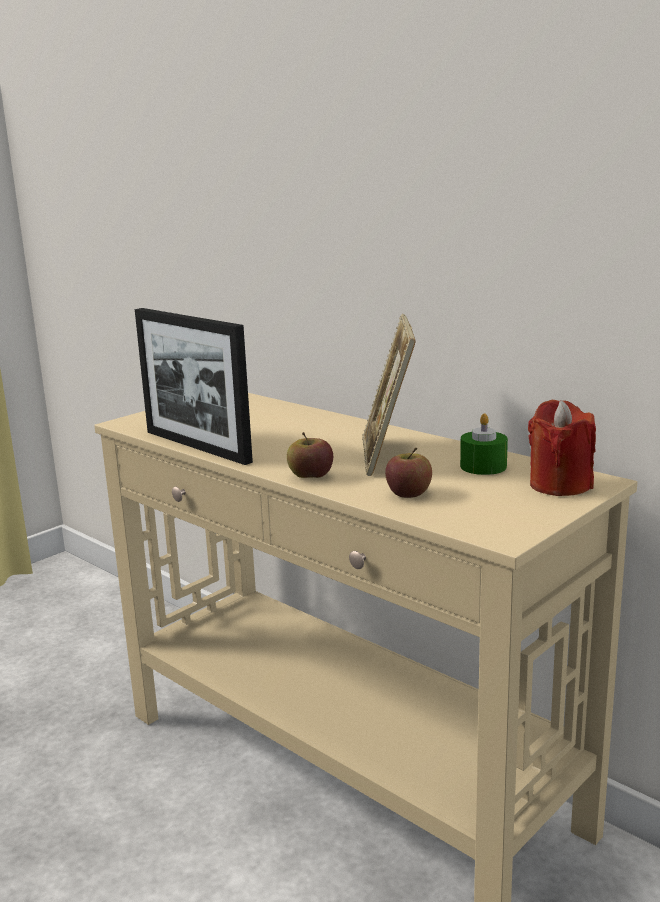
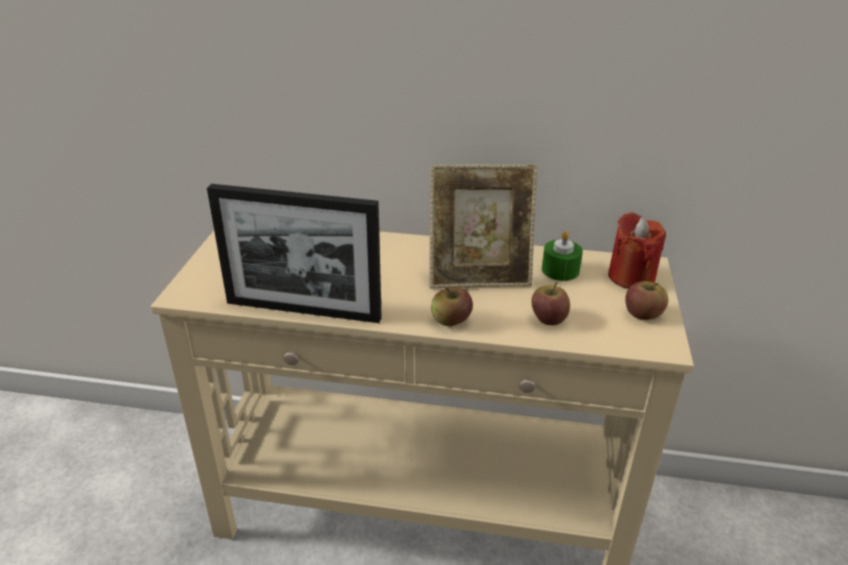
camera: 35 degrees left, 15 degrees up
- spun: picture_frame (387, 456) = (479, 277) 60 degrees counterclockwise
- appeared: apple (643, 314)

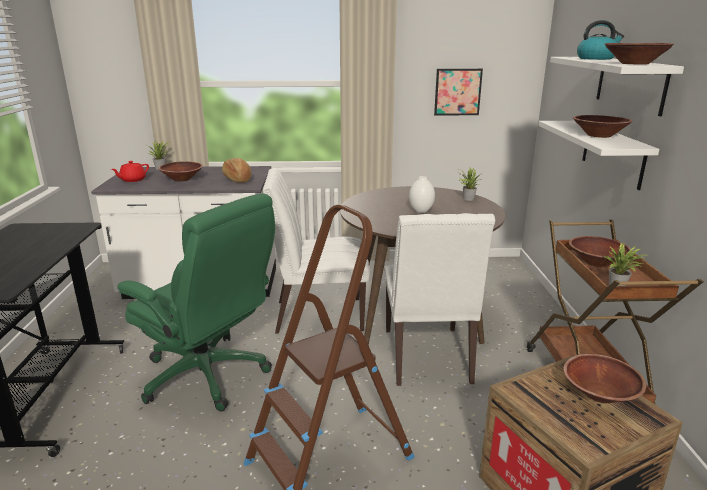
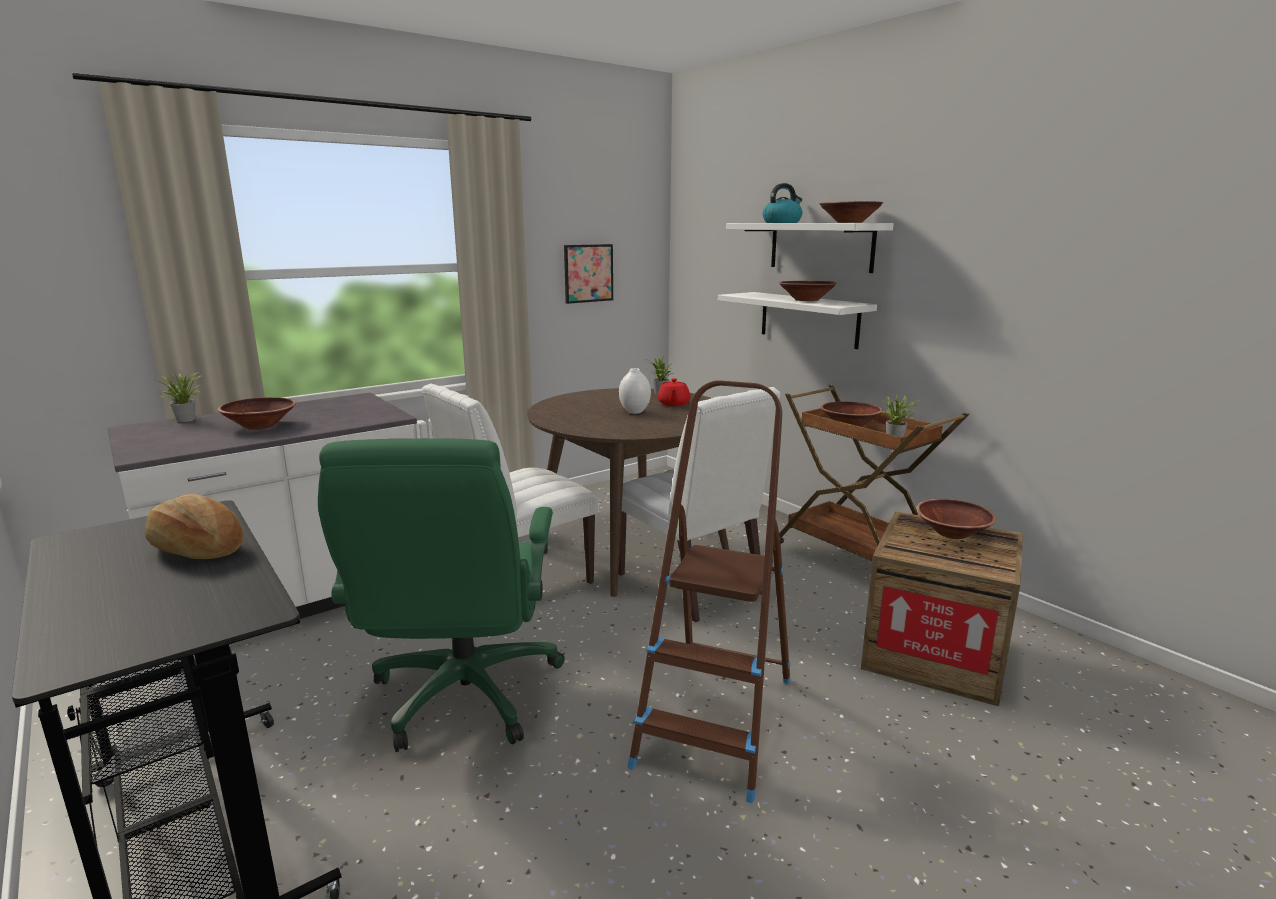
camera: 35 degrees left, 5 degrees down
- relocated: bread (237, 179) to (197, 549)
- spun: green_office_chair (210, 378) = (461, 701) 90 degrees clockwise
- relocated: red_teapot (132, 180) to (673, 404)

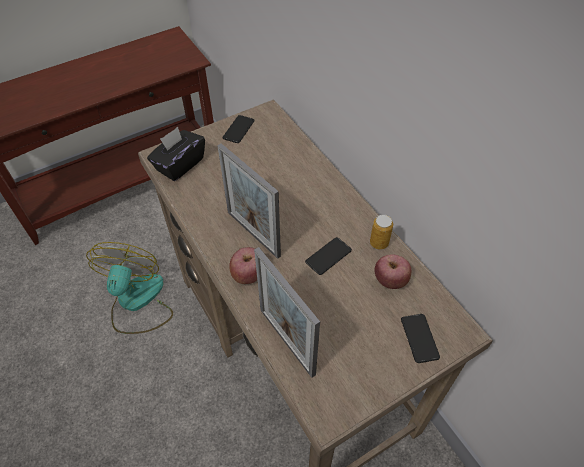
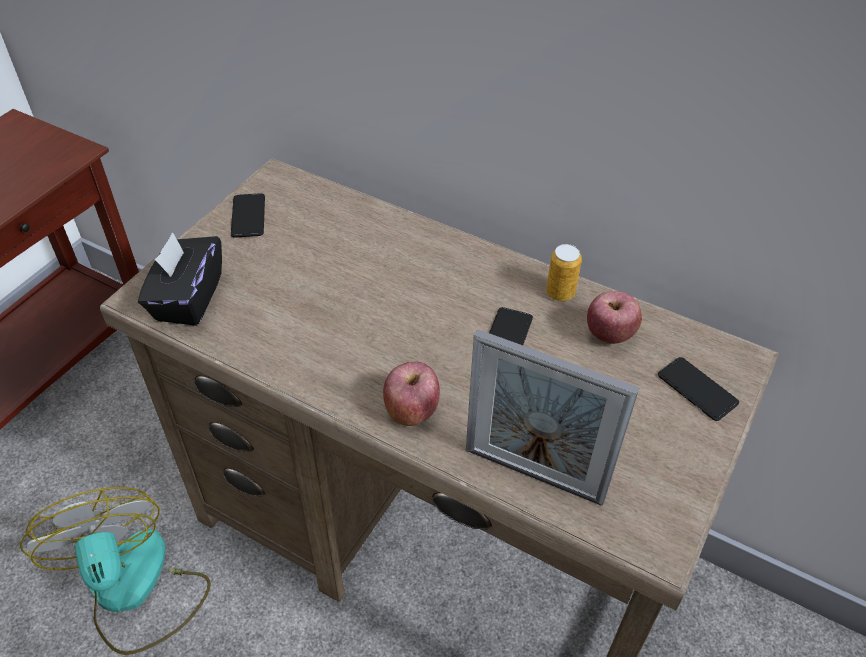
camera: 30 degrees left, 5 degrees down
- missing: picture_frame (253, 234)

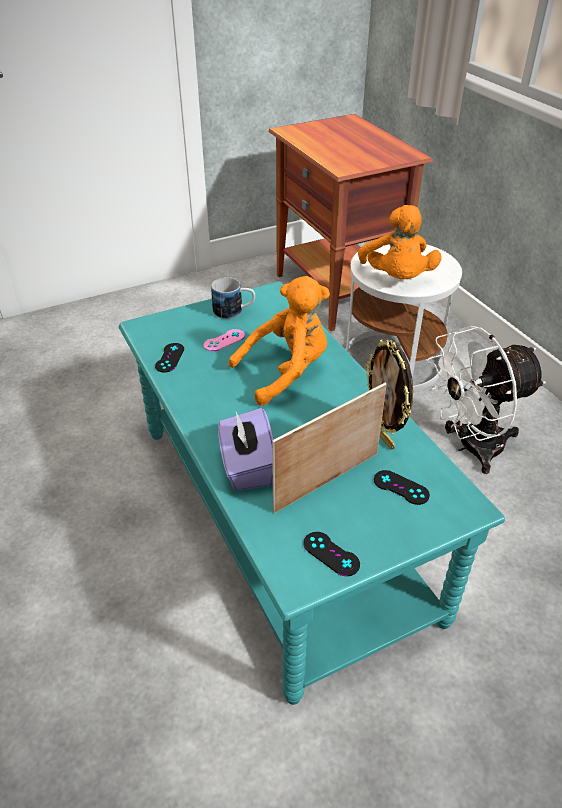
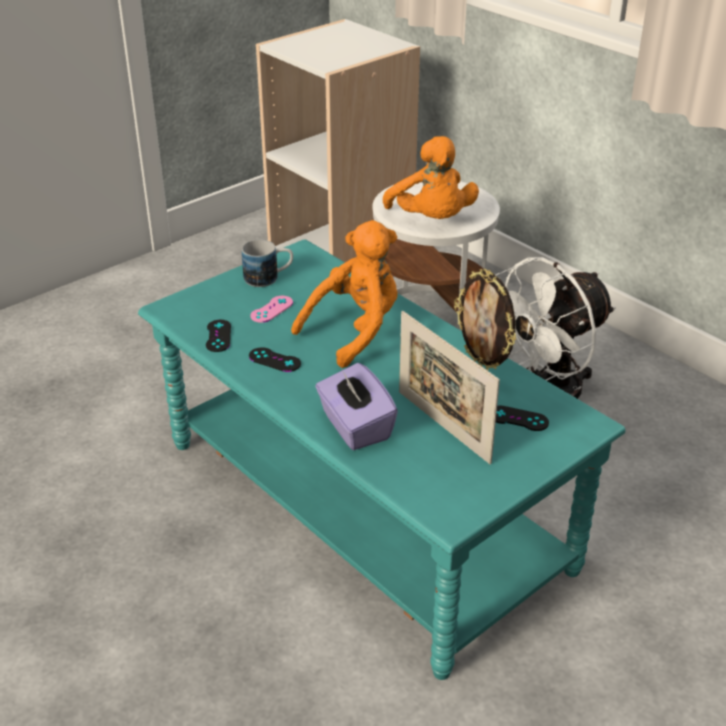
camera: 15 degrees left, 5 degrees down
- relocated: black_game_controller (331, 554) to (274, 360)
- exchanged: nightstand (339, 292) to bookcase (341, 252)
- spun: picture_frame (327, 481) = (443, 426) 75 degrees counterclockwise

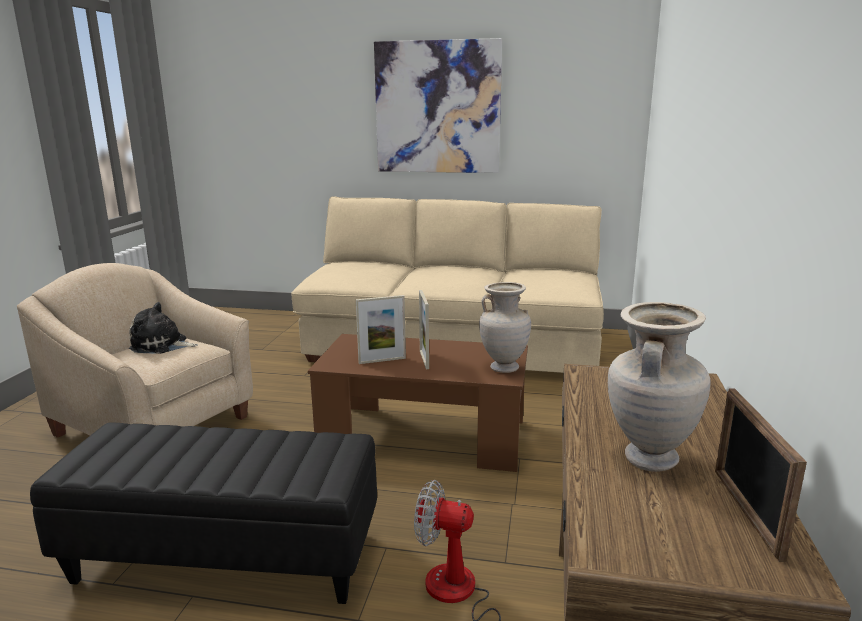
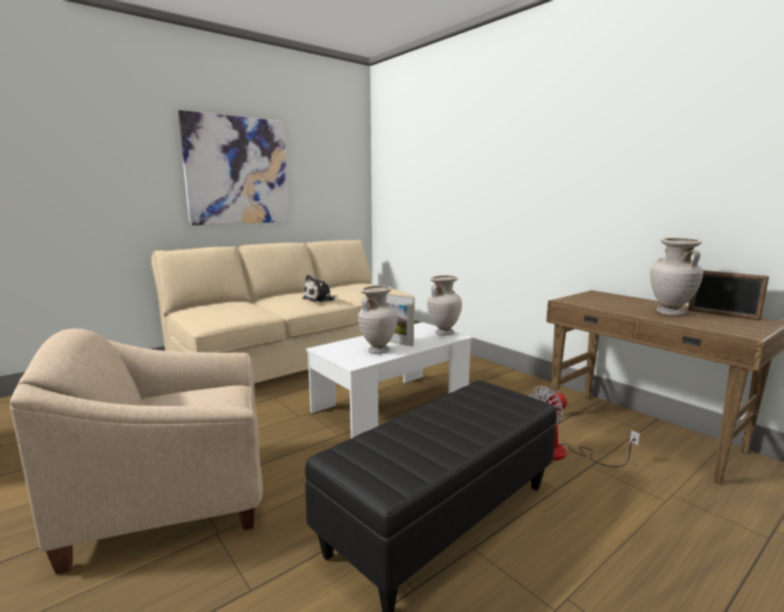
camera: 50 degrees left, 5 degrees down
- relocated: plush_toy (161, 345) to (320, 299)
- colour: brown_coffee_table (423, 436) to white_coffee_table (392, 404)
- exchanged: picture_frame (382, 360) to beige_vase (377, 351)

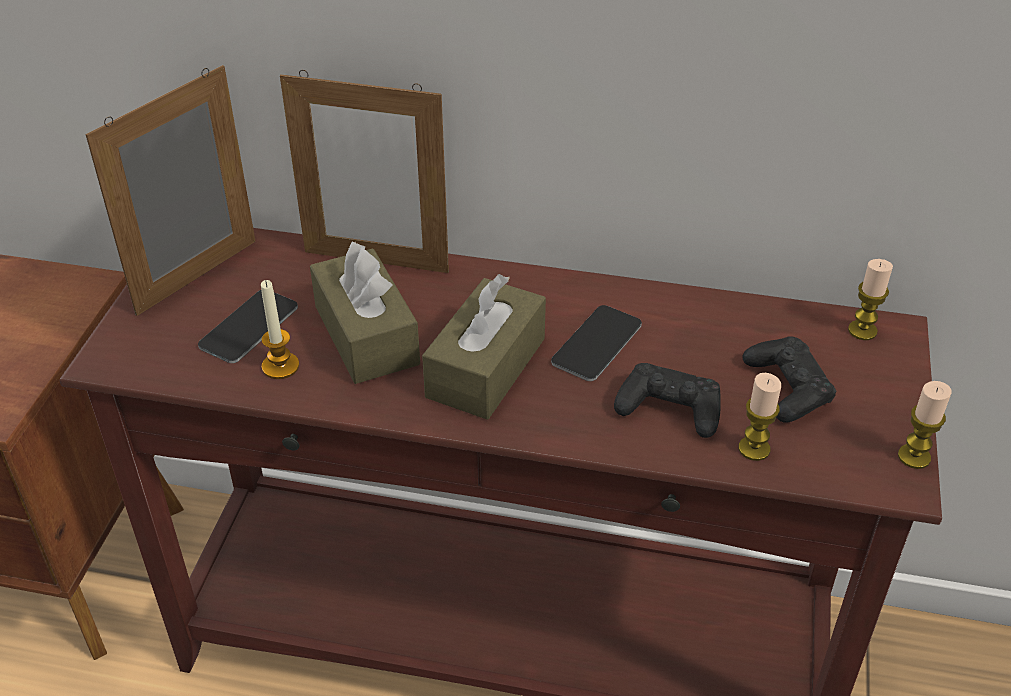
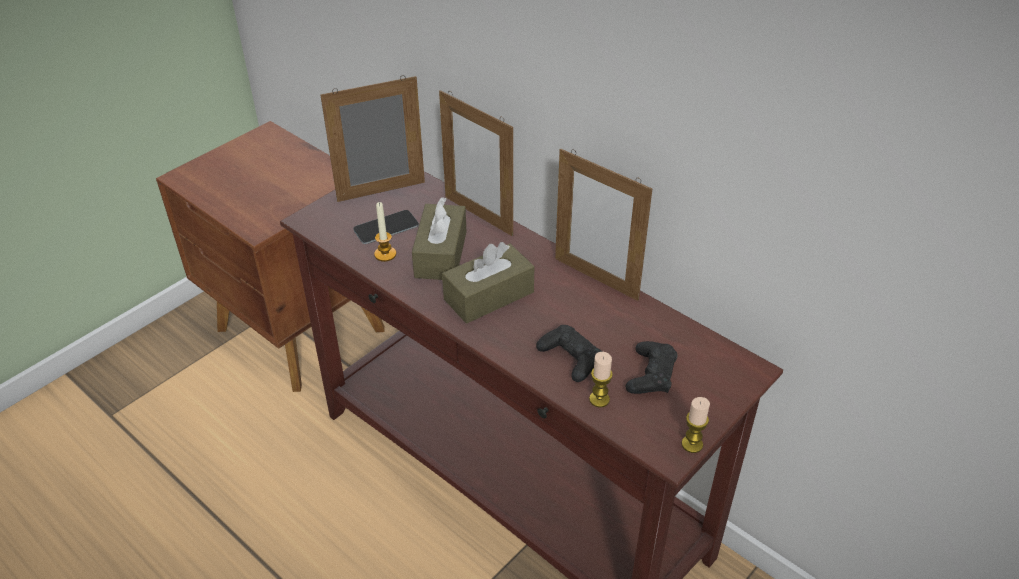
camera: 30 degrees right, 0 degrees up
- appeared: picture_frame (596, 278)
- missing: phone (597, 343)
- missing: candle (862, 330)

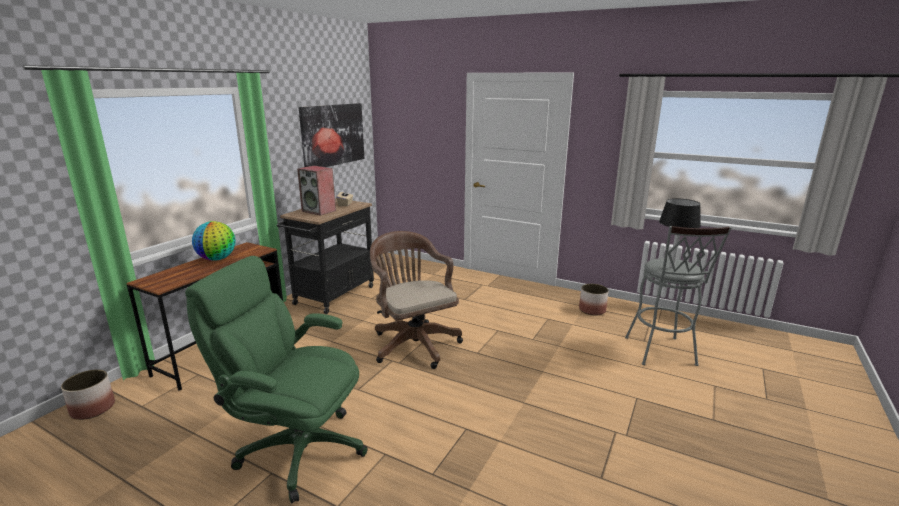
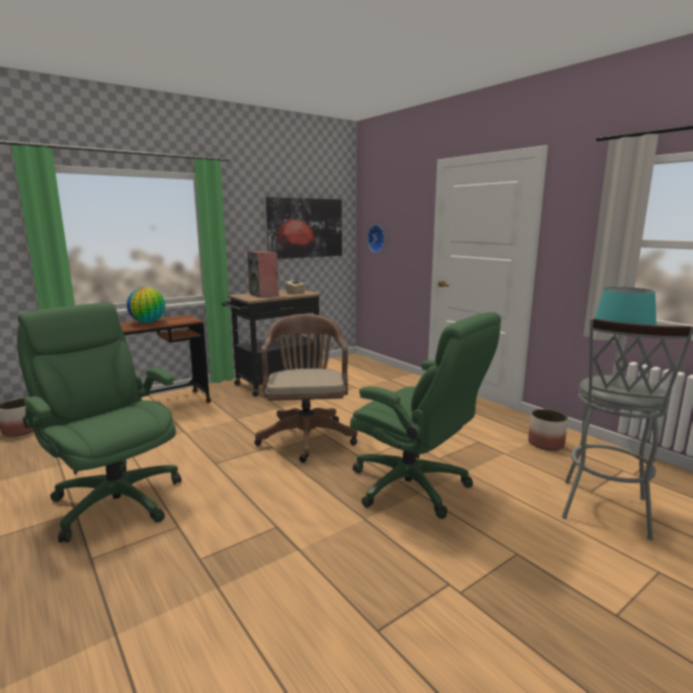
camera: 25 degrees right, 5 degrees down
- appeared: green_office_chair (416, 489)
- appeared: wall_clock (377, 238)
- colour: black_table_lamp (671, 267) to turquoise_table_lamp (614, 385)

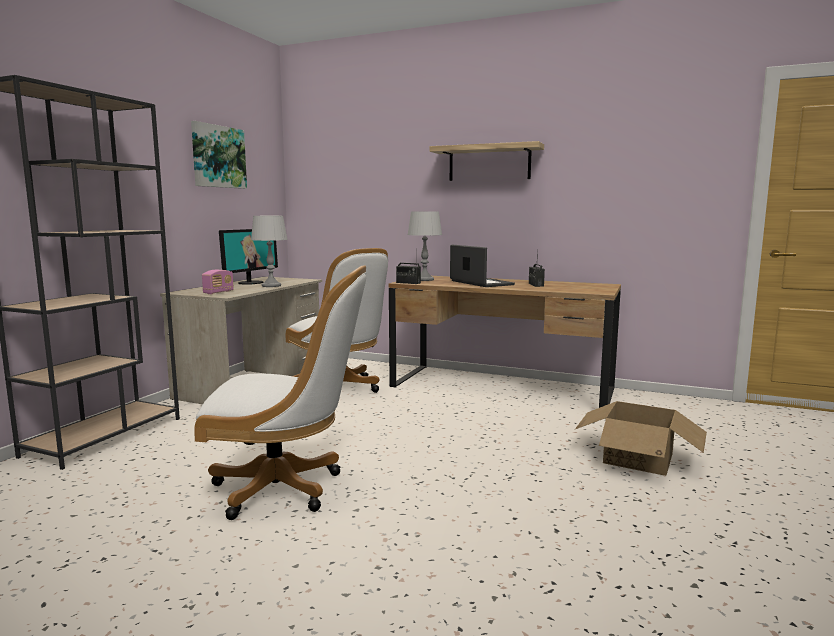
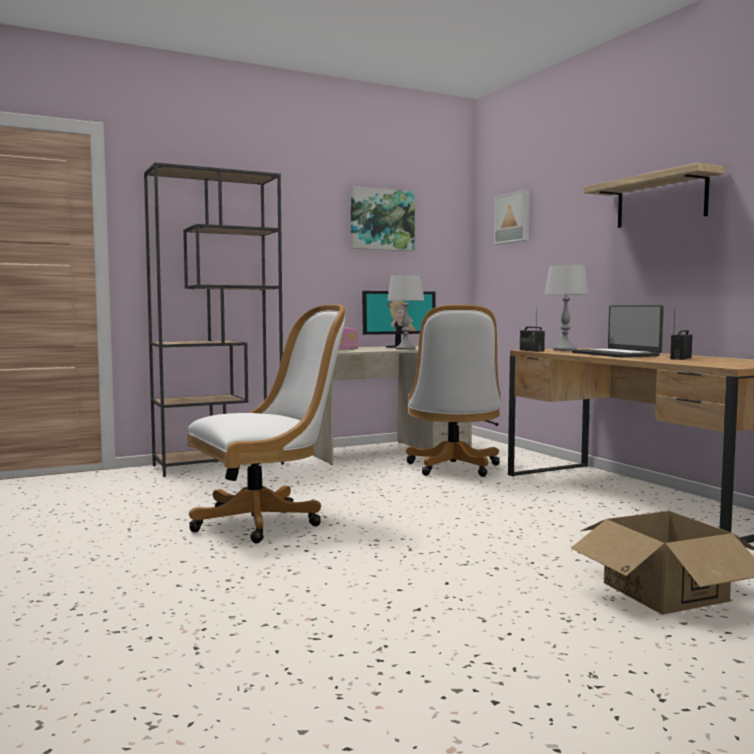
camera: 40 degrees right, 5 degrees down
- spun: white_office_chair (289, 489) = (267, 521) 75 degrees counterclockwise
- appeared: picture (513, 218)
- spun: laptop (480, 283) = (616, 354) 150 degrees clockwise

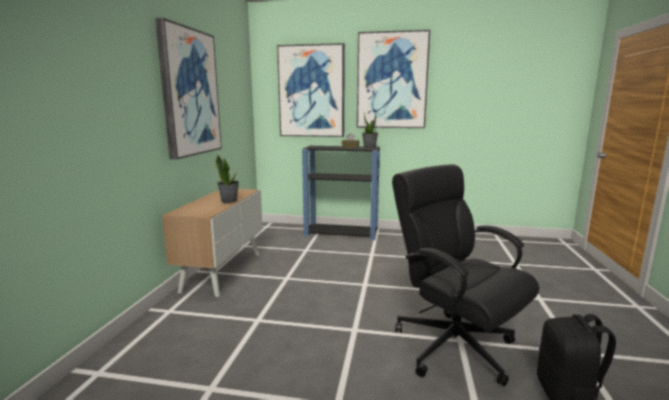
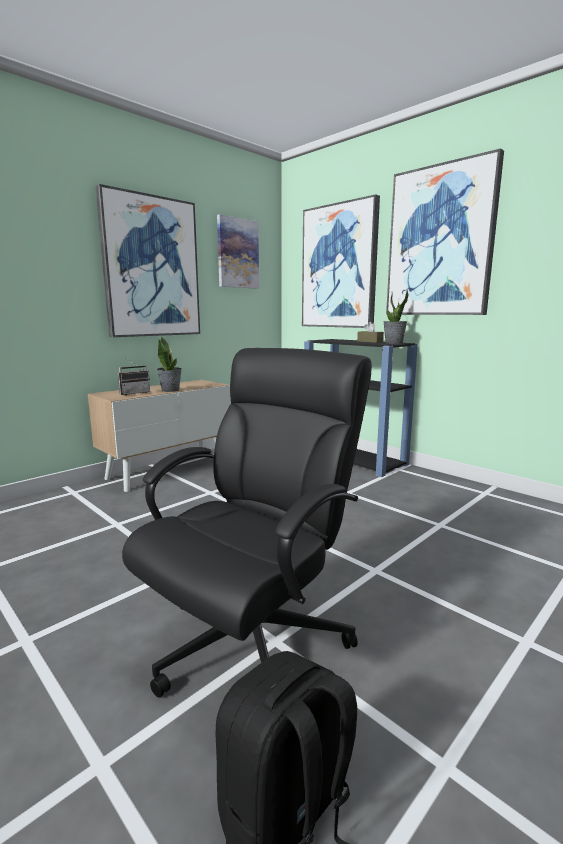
camera: 35 degrees right, 0 degrees up
- appeared: radio (134, 393)
- spun: black_office_chair (454, 347) = (251, 646) 45 degrees clockwise
- appeared: picture (237, 253)

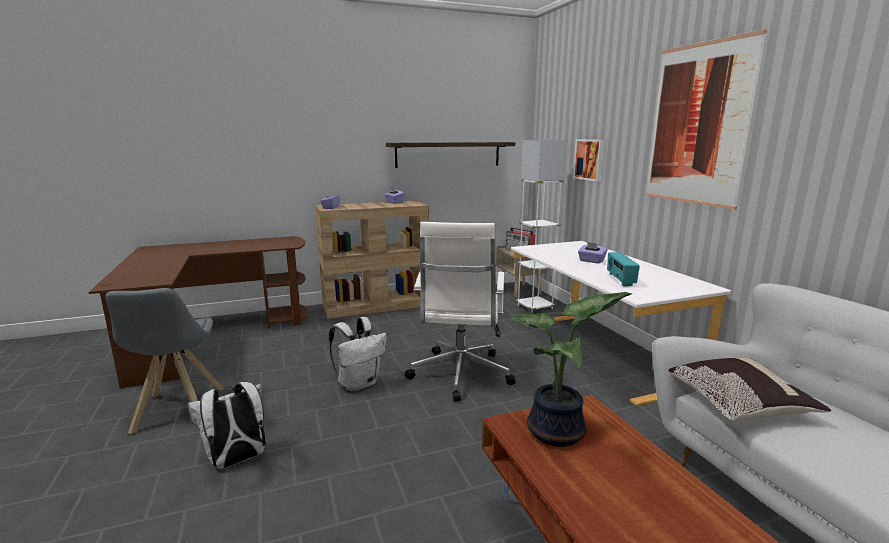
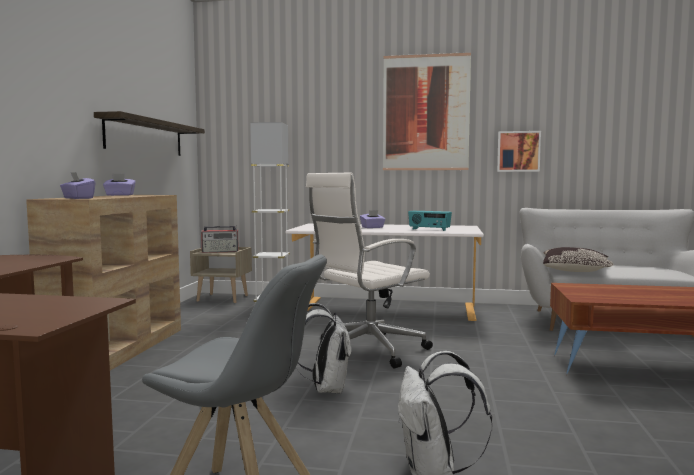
camera: 60 degrees left, 10 degrees down
- spun: white_office_chair (460, 375) = (367, 350) 105 degrees clockwise
- relocated: picture (590, 159) to (518, 151)
- missing: potted_plant (559, 433)

